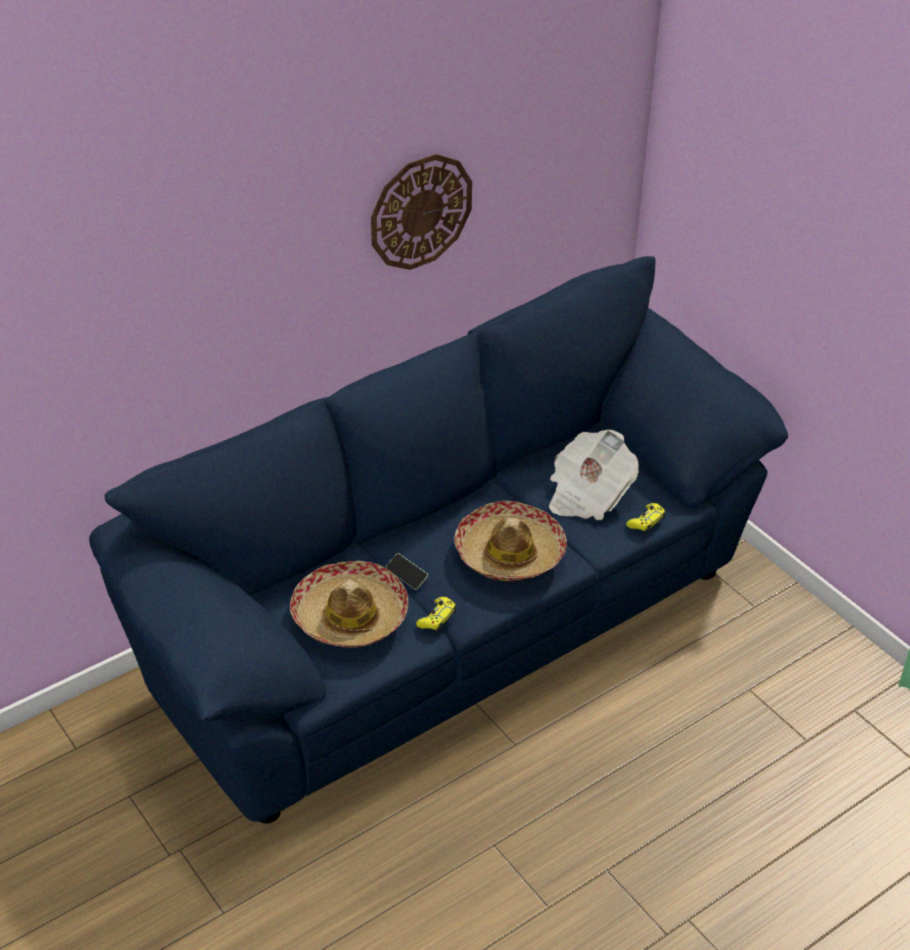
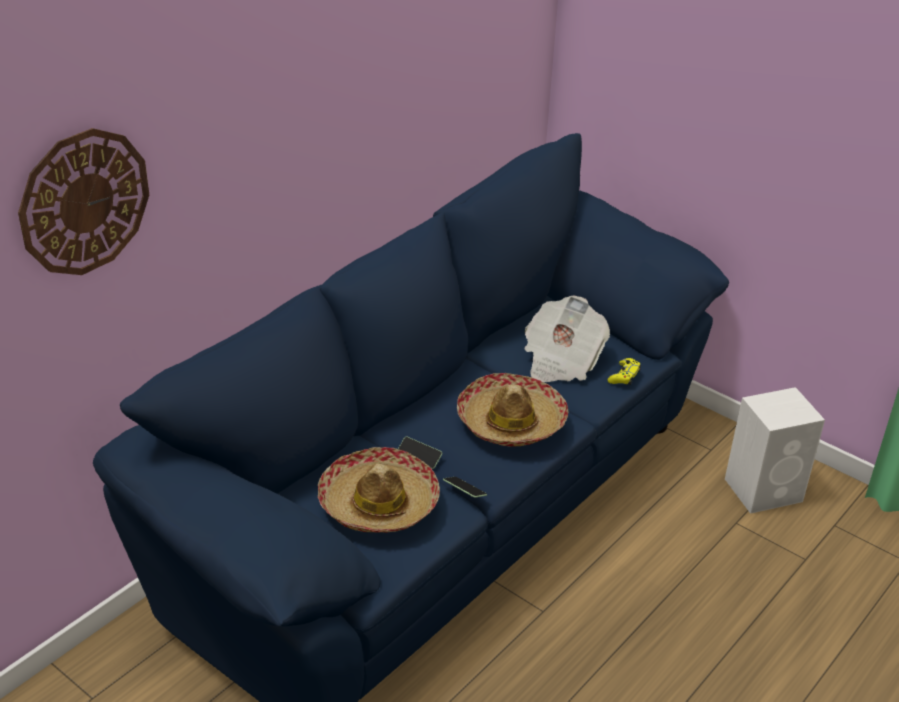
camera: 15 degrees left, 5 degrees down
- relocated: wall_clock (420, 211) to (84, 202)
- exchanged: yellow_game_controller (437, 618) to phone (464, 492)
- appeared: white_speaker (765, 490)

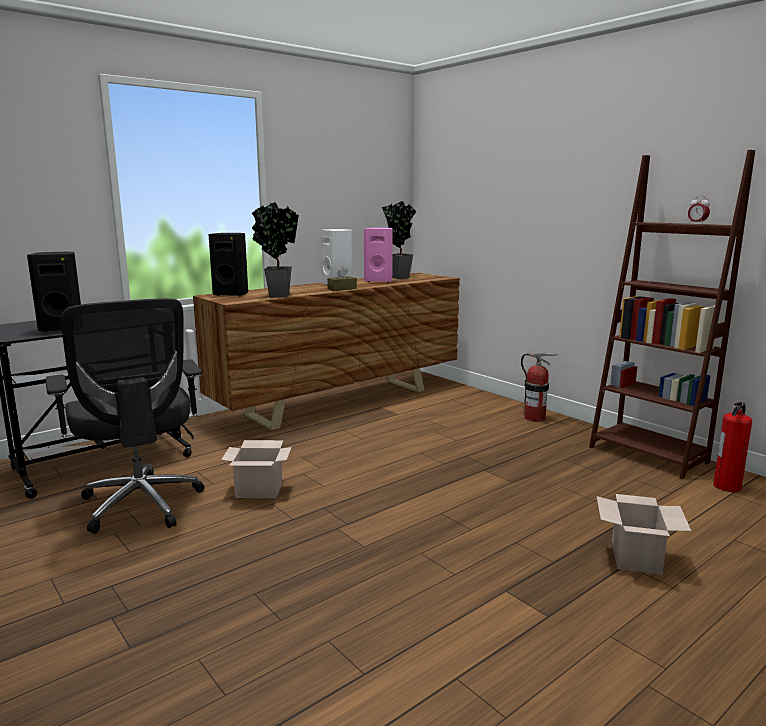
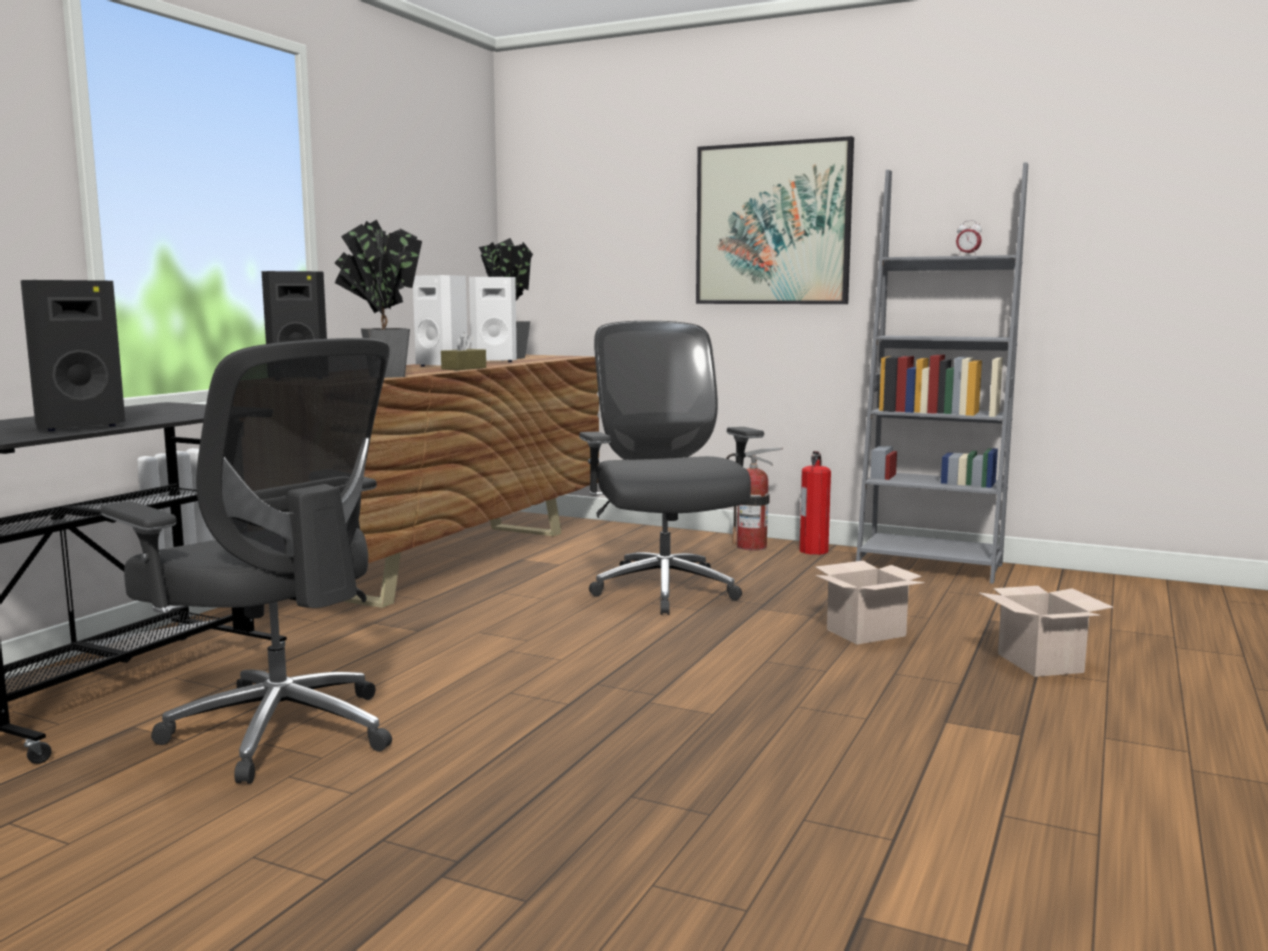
camera: 25 degrees left, 5 degrees down
- colour: pink_speaker (379, 281) to white_speaker (492, 361)
- appeared: office_chair (666, 590)
- appeared: picture (773, 224)
- relocated: fire_extinguisher (727, 486) to (813, 550)
- relocated: cardboard_box (260, 490) to (866, 632)
- colour: brown_bookcase (648, 454) to grey_bookcase (929, 566)

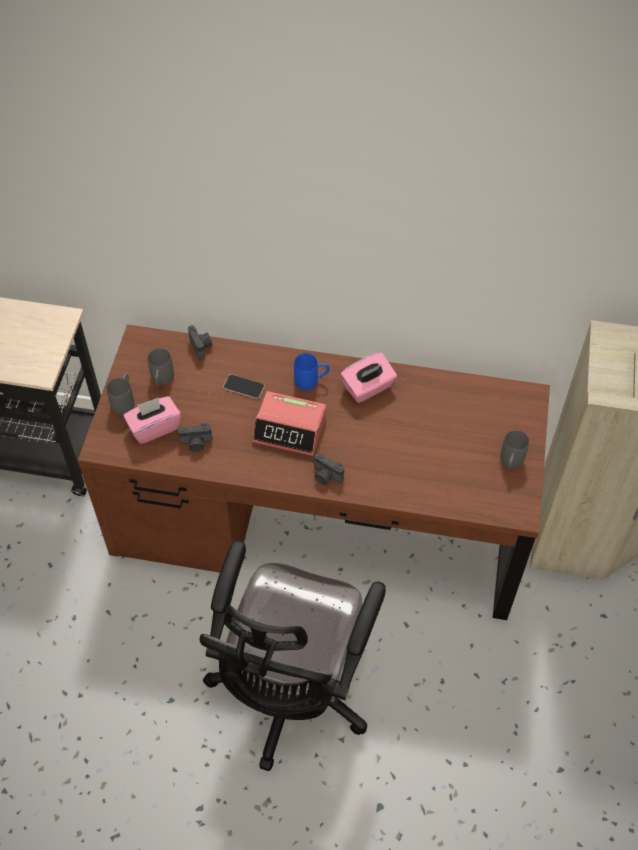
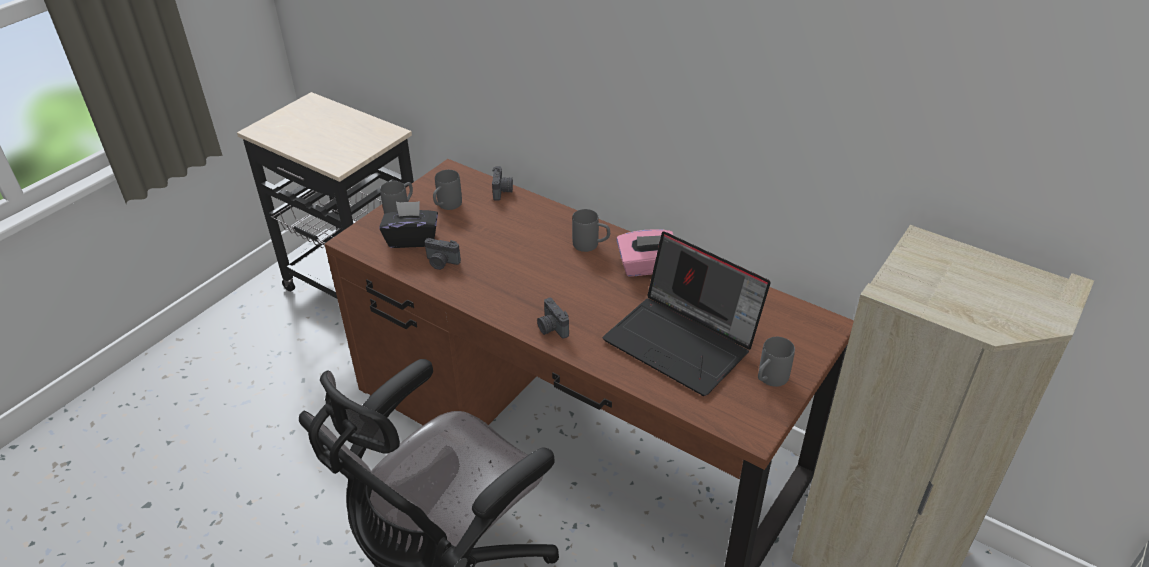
camera: 25 degrees right, 15 degrees down
- colour: pink_tissue_box (154, 427) to black_tissue_box (412, 239)
- colour: blue_mug (311, 380) to grey_mug (591, 245)
- appeared: laptop (683, 341)
- missing: phone (244, 387)
- missing: alarm_clock (290, 429)

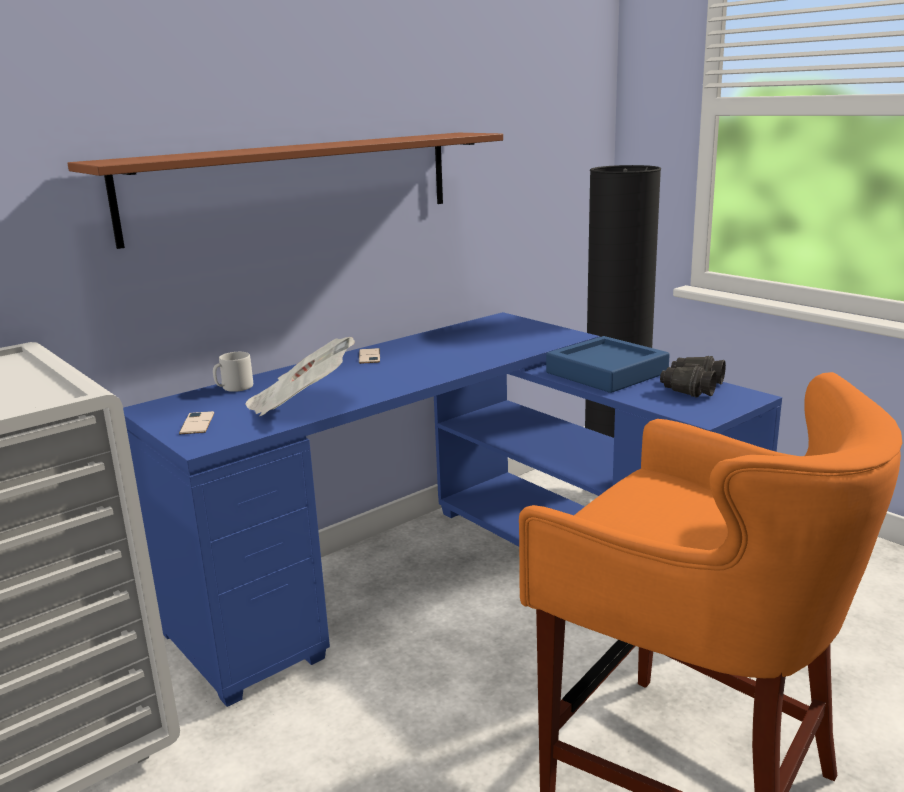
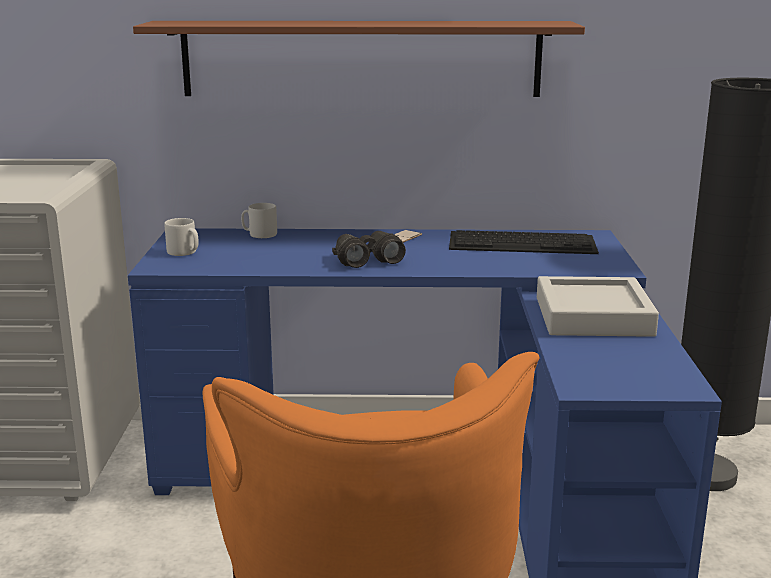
camera: 40 degrees right, 0 degrees up
- exchanged: phone (197, 423) to grey_mug (184, 252)
- relocated: black_binoculars (691, 388) to (367, 260)
- appeared: keyboard (523, 242)
- colour: blue_tray (606, 373) to grey_tray (593, 317)
- missing: newspaper (300, 405)

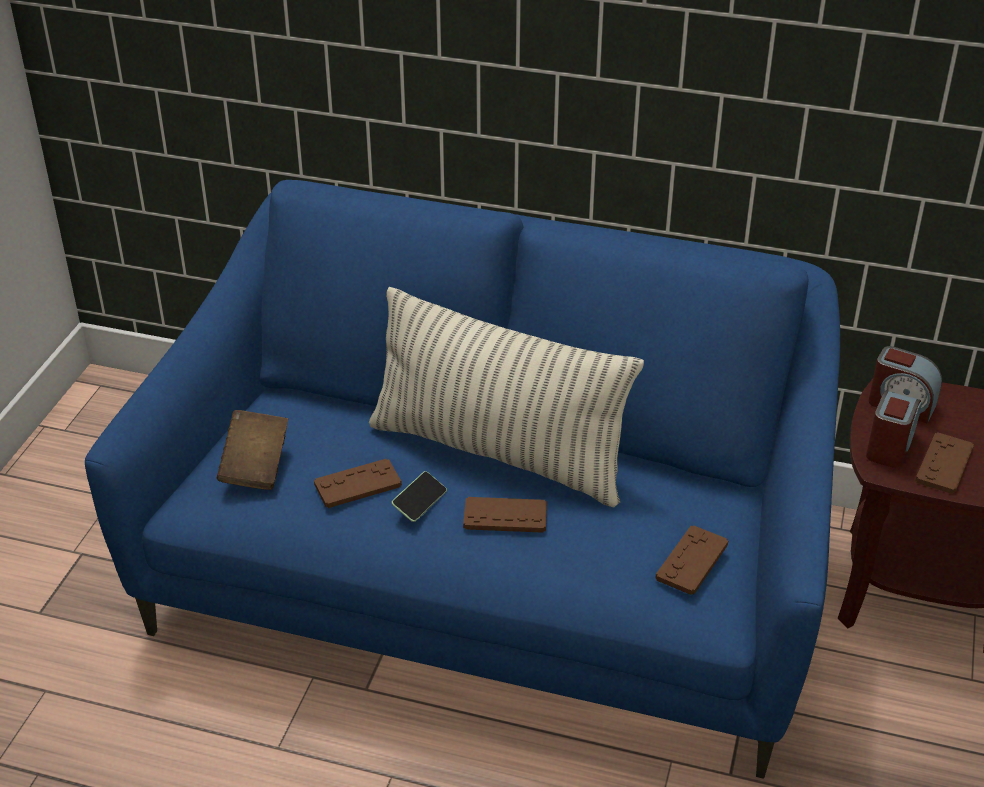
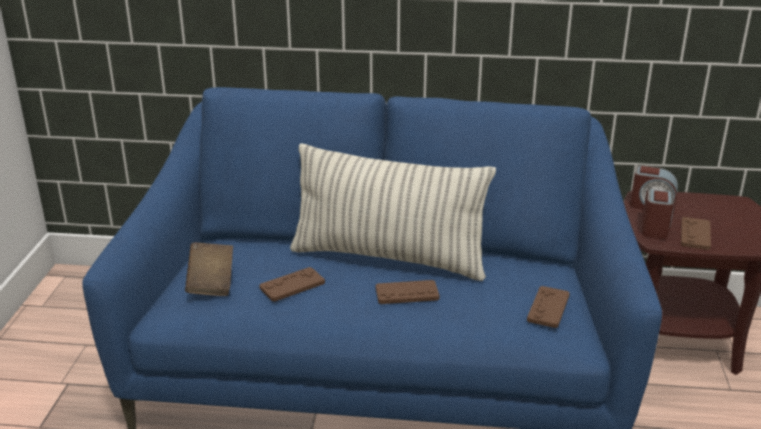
camera: 10 degrees left, 10 degrees down
- missing: phone (419, 503)

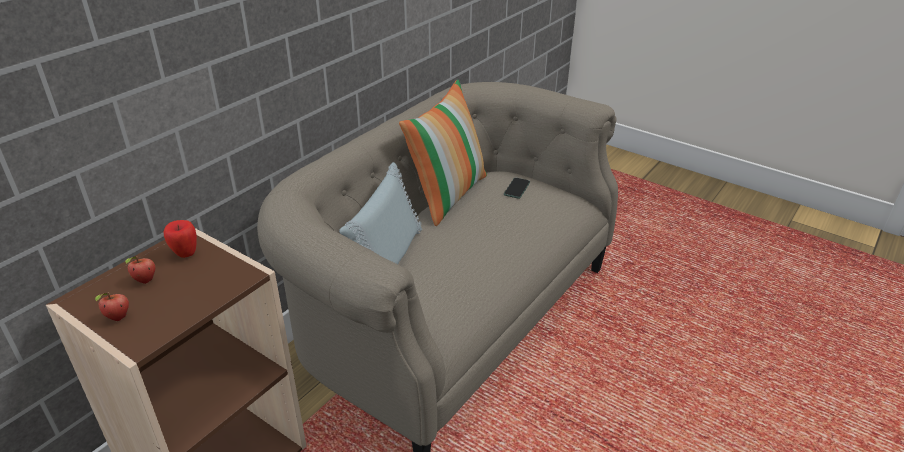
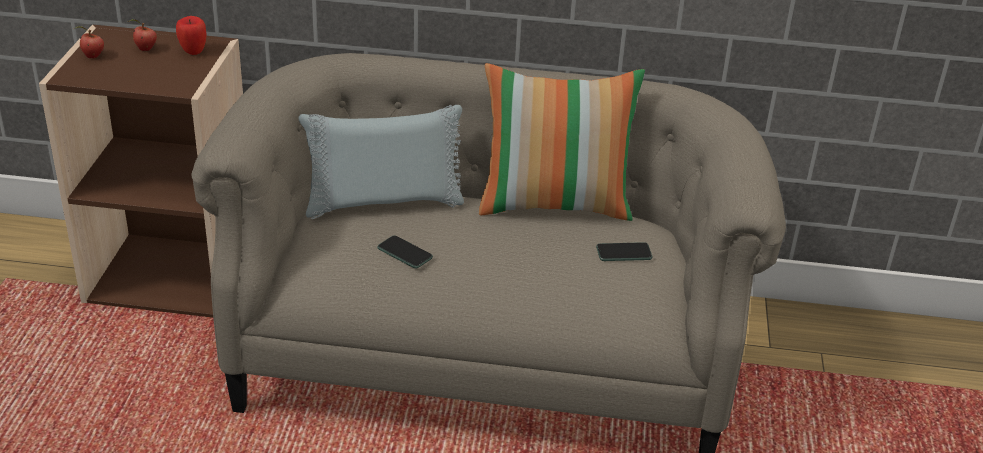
camera: 60 degrees right, 0 degrees up
- appeared: phone (405, 253)

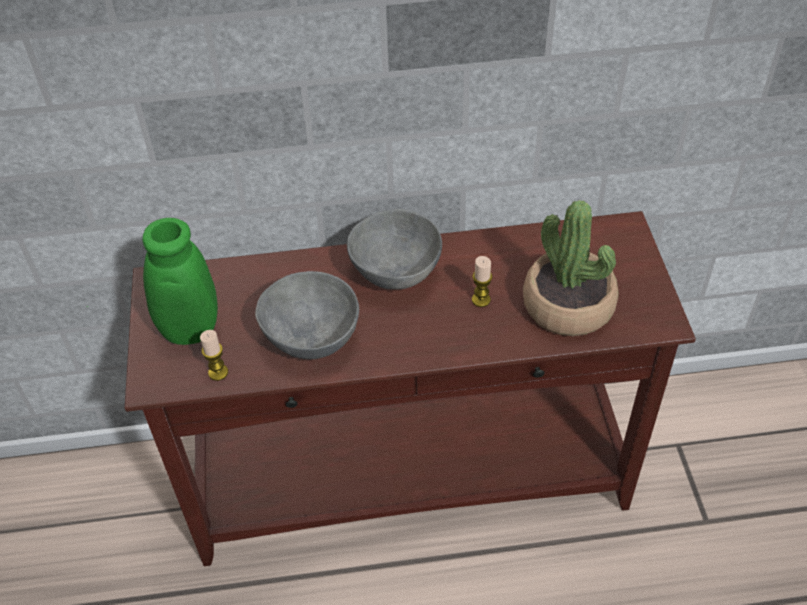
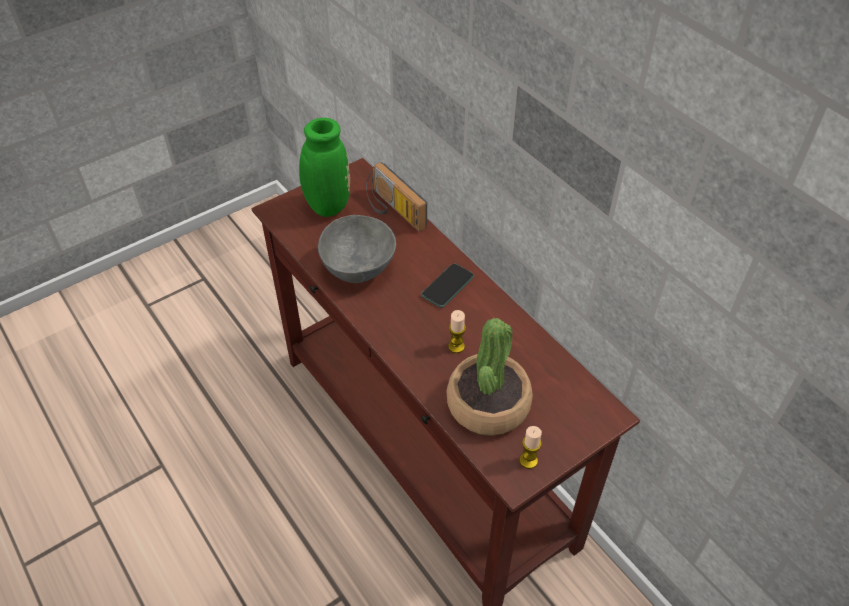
camera: 60 degrees right, 0 degrees up
- appeared: radio (392, 210)
- exchanged: grey_bowl (395, 274) to phone (447, 286)
- relocated: candle (218, 372) to (528, 460)

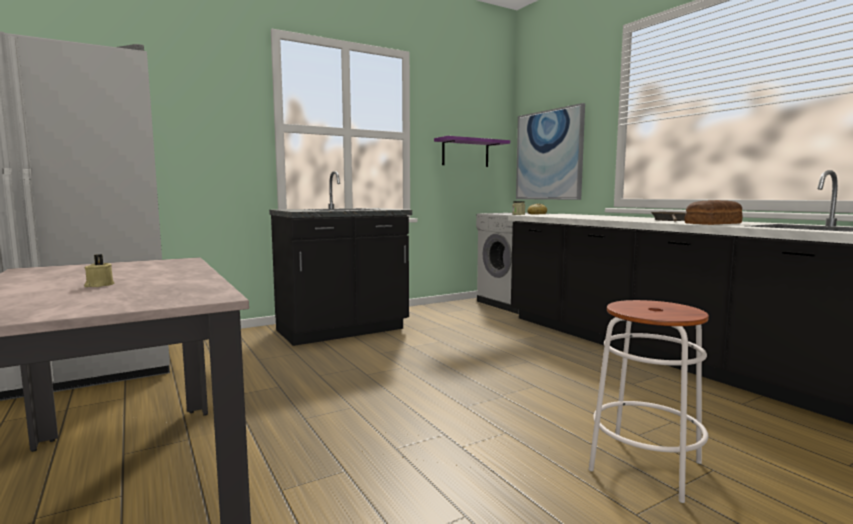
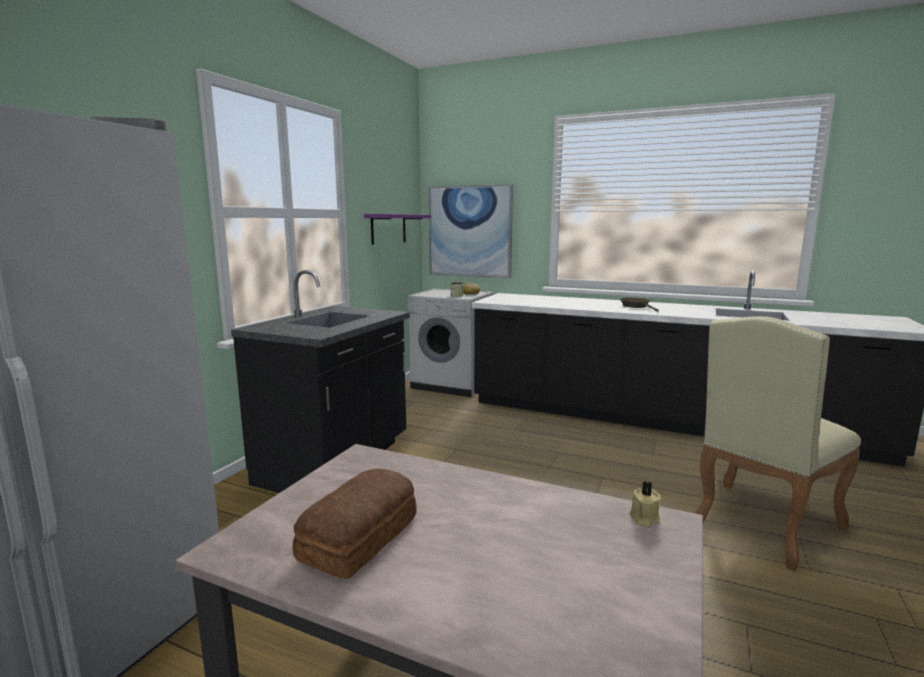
camera: 35 degrees left, 5 degrees up
- relocated: bread (714, 223) to (362, 537)
- relocated: beige_candle (99, 285) to (643, 518)
- exchanged: white_stool (645, 466) to beige_chair (760, 526)

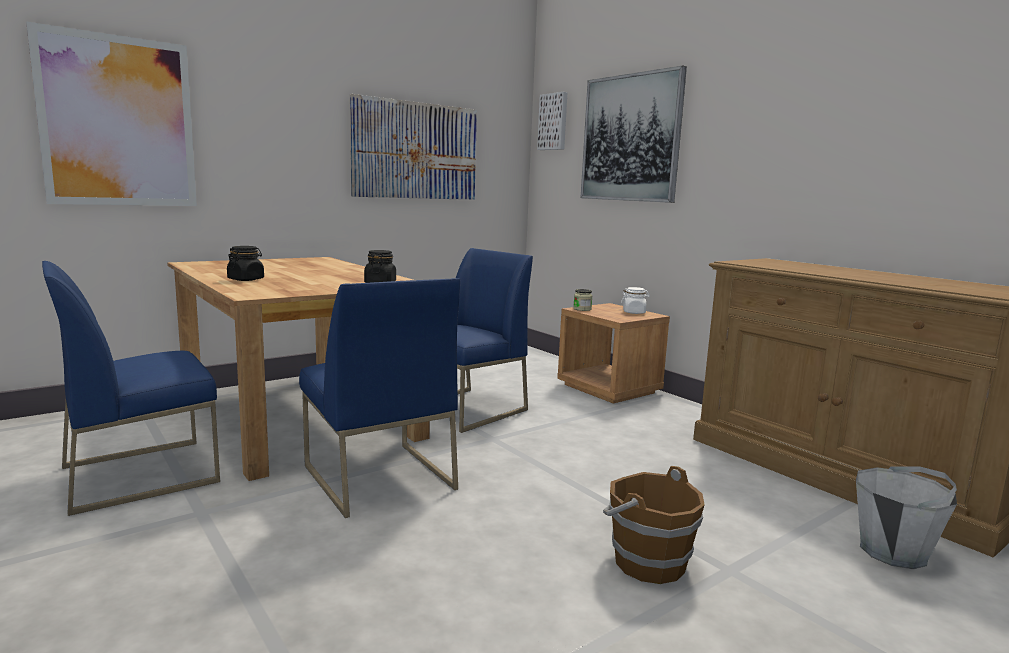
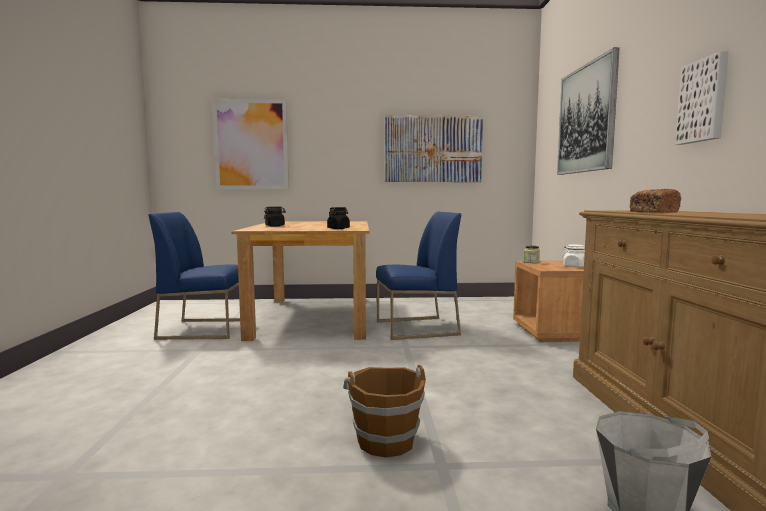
camera: 35 degrees right, 5 degrees down
- appeared: bread (653, 212)
- relocated: picture (554, 122) to (704, 101)
- missing: blue_chair (377, 477)

